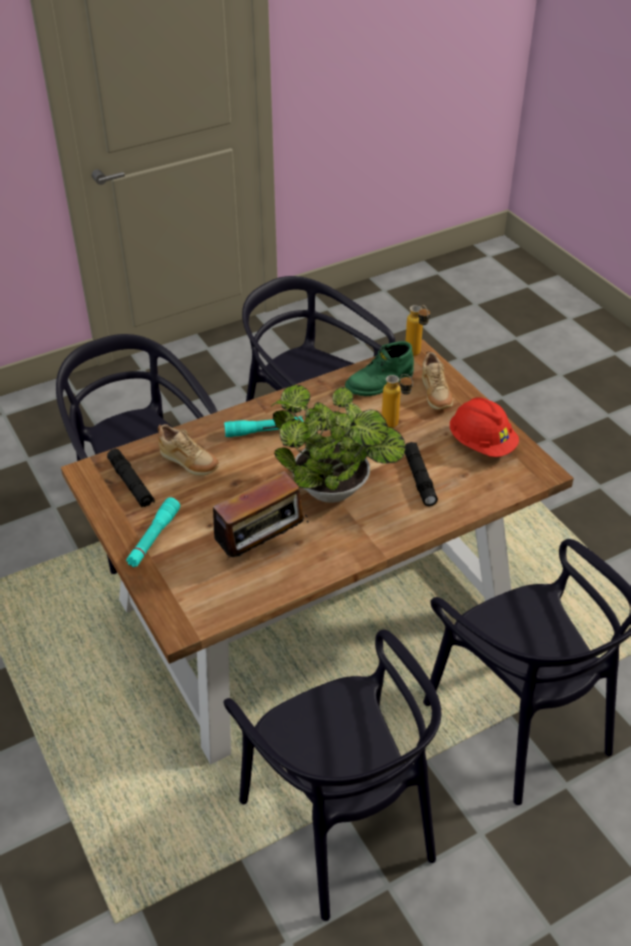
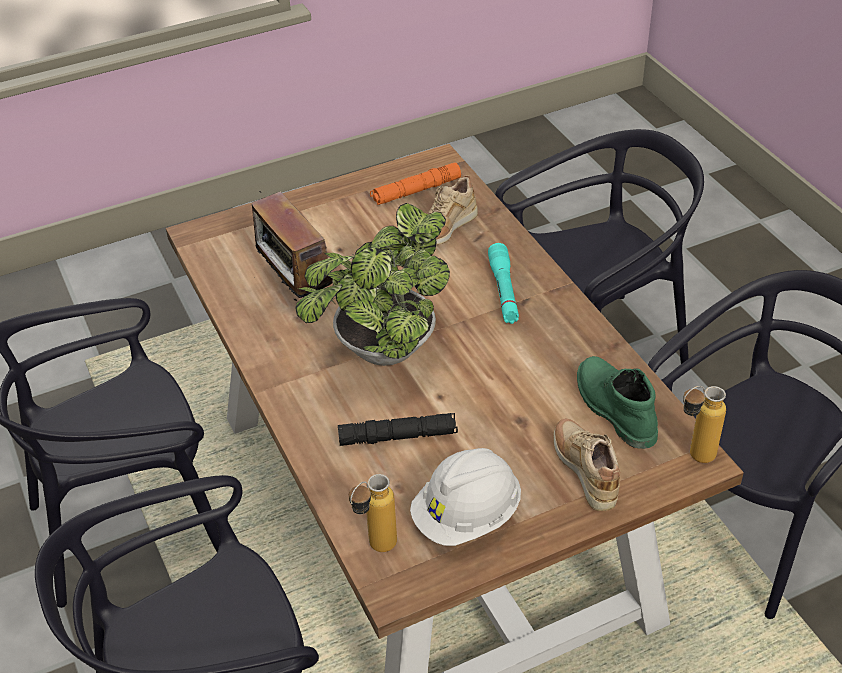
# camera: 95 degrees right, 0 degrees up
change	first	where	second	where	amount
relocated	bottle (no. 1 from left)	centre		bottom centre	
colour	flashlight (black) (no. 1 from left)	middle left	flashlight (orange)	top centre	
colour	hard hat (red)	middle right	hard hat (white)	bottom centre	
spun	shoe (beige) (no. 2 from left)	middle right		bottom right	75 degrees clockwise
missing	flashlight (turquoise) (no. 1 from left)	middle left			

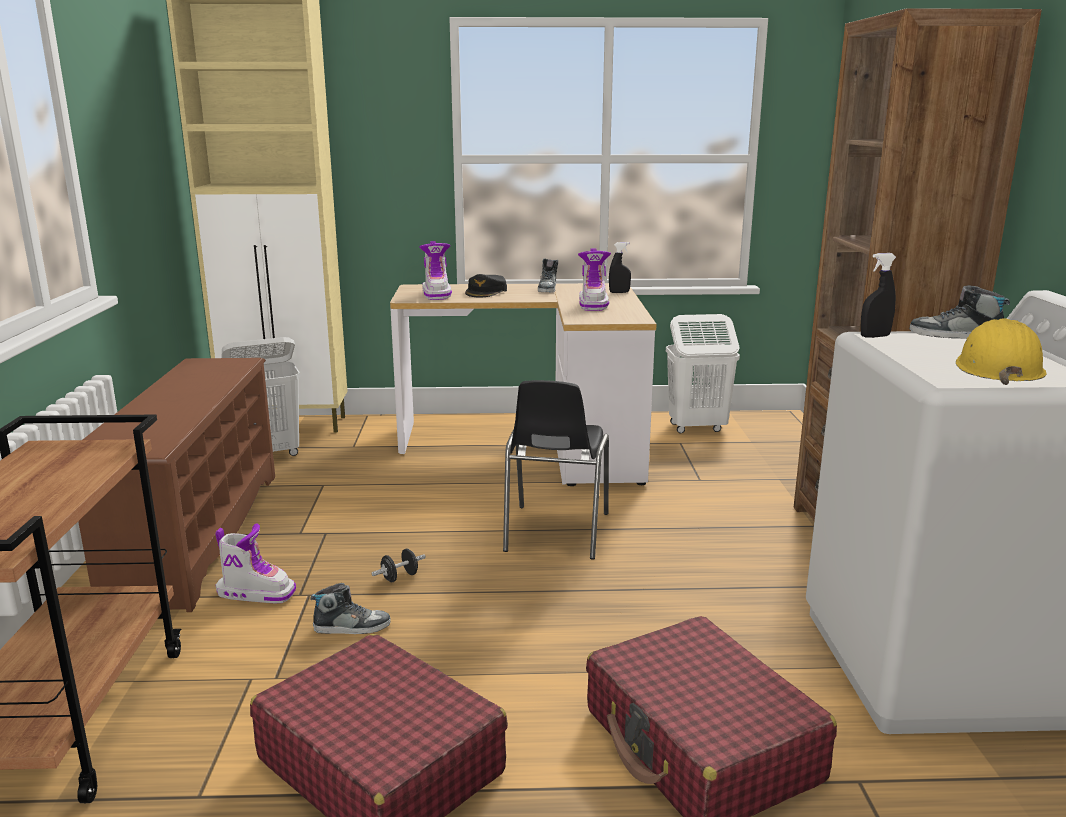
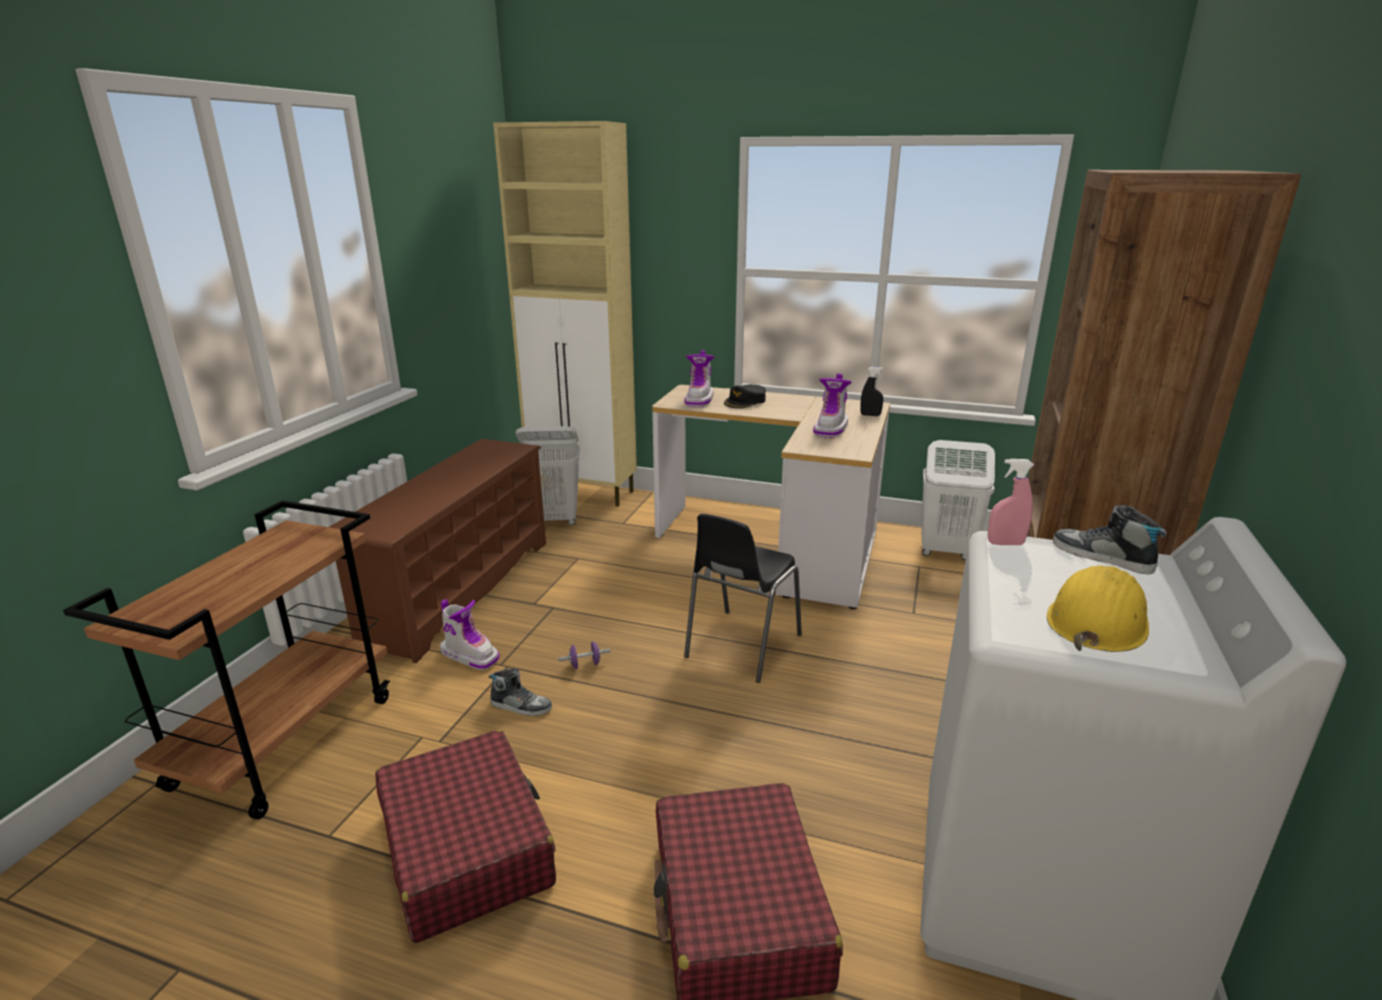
# camera: 20 degrees right, 5 degrees up
change	first	where	second	where	amount
colour	dumbbell (black)	bottom centre	dumbbell (purple)	centre	
colour	spray bottle (black) (no. 2 from left)	middle right	spray bottle (pink)	middle right	
missing	shoe (no. 2 from left)	centre			

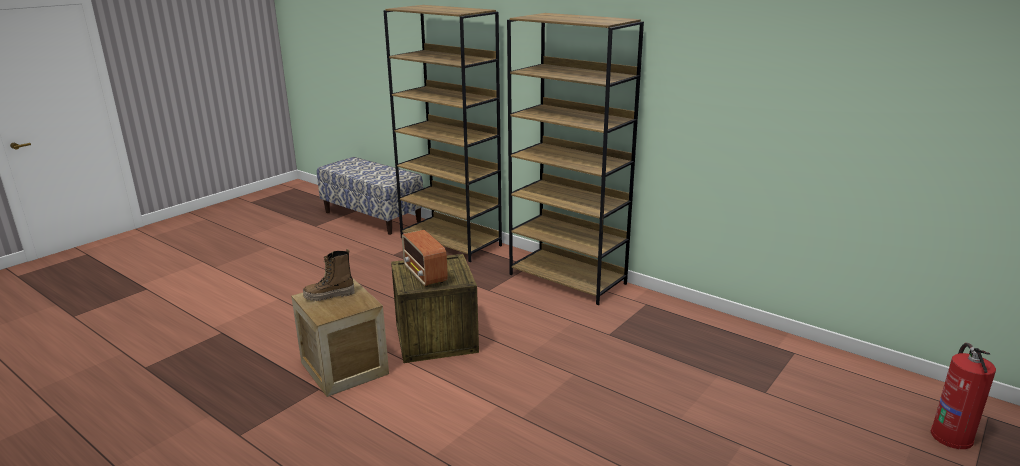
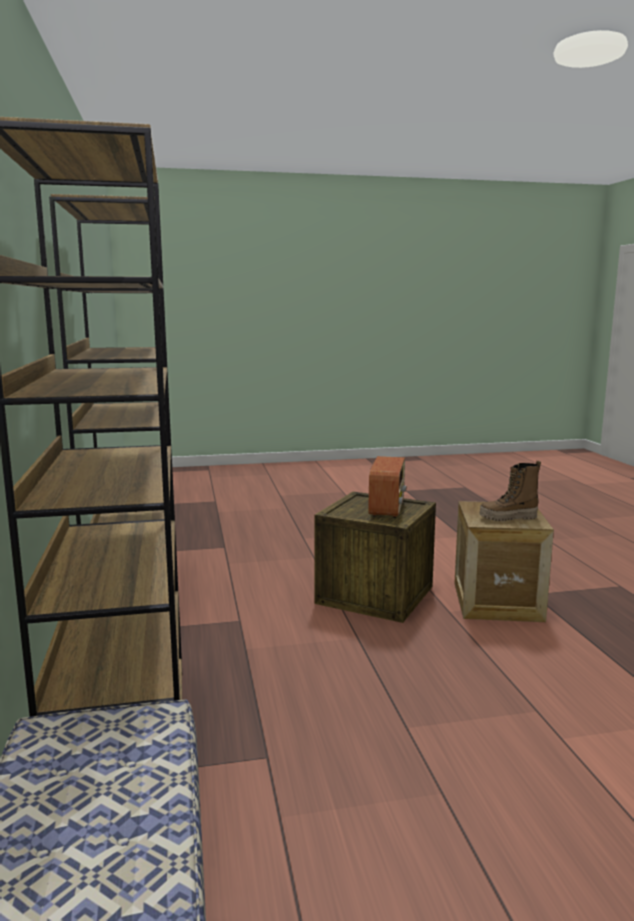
# camera: 140 degrees left, 10 degrees down
change	first	where	second	where	amount
spun	boot	middle left		middle right	150 degrees clockwise
missing	fire extinguisher	bottom right			

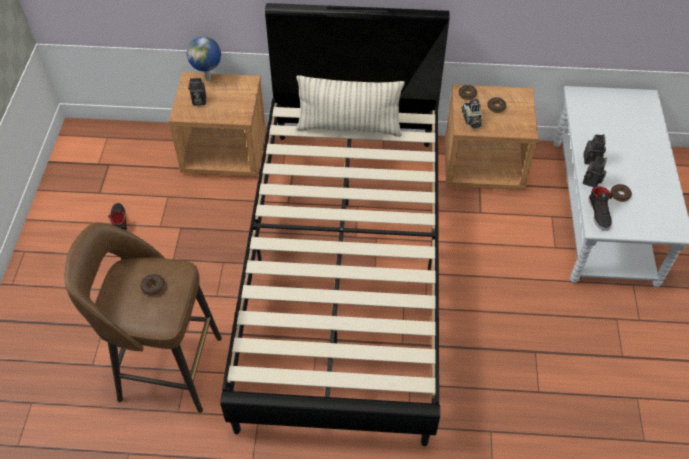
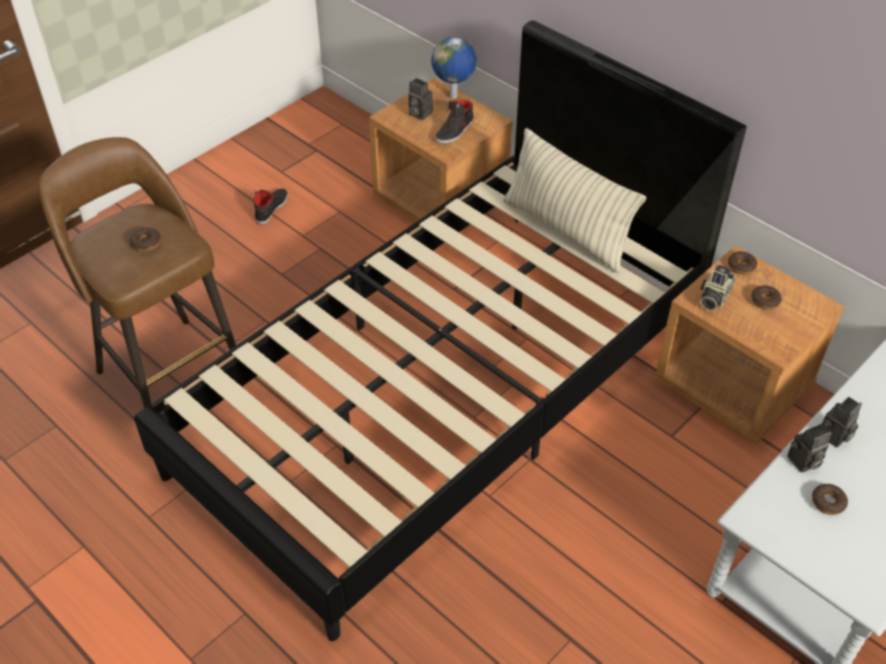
# camera: 40 degrees right, 5 degrees down
change	first	where	second	where	amount
relocated	shoe (black) (no. 2 from left)	middle right		top centre	

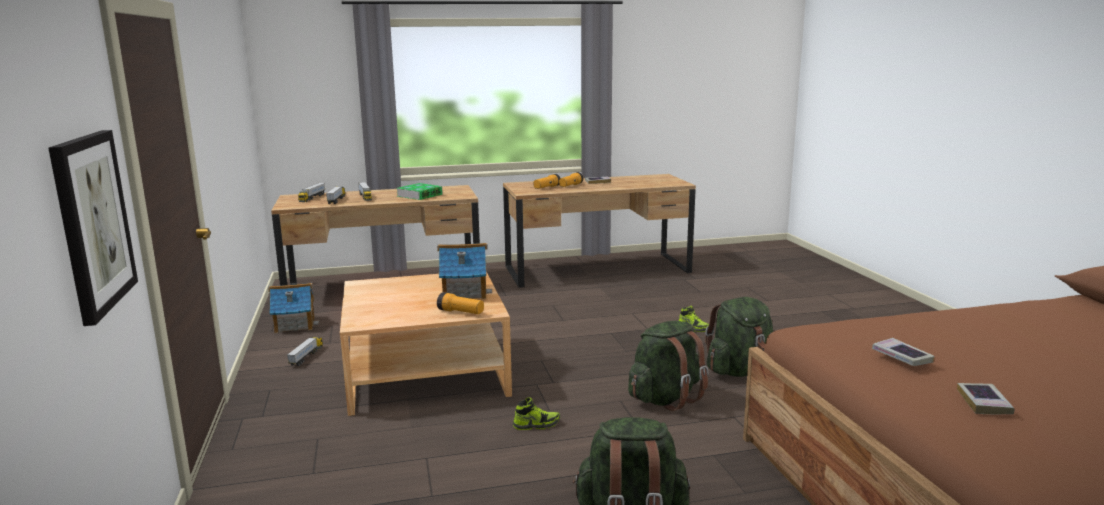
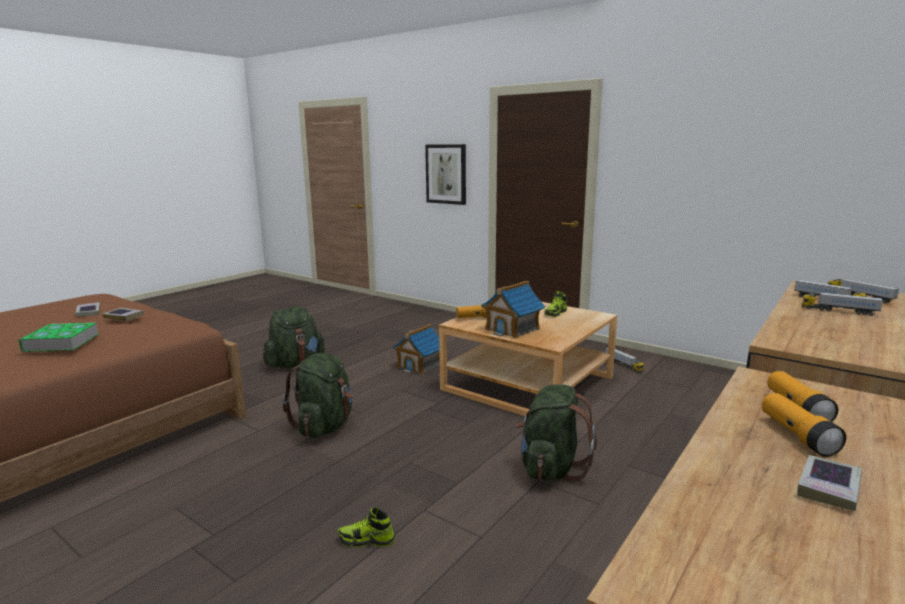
# camera: 140 degrees right, 0 degrees up
change	first	where	second	where	amount
relocated	book (no. 1 from left)	centre		middle left	
relocated	toy house (no. 1 from left)	middle left		centre	
relocated	backpack (green) (no. 3 from left)	bottom right		bottom centre	
relocated	shoe (no. 1 from left in the first image)	bottom centre	shoe (no. 2 from left)	centre	

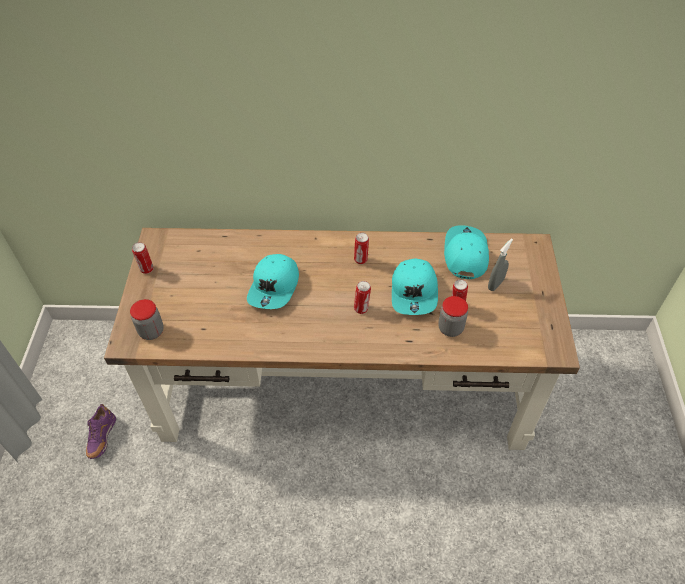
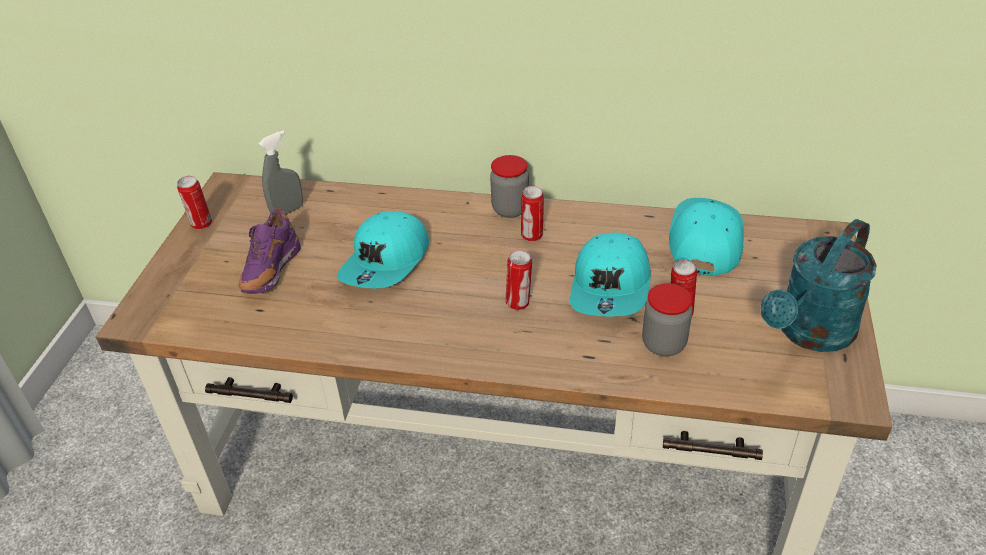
# camera: 10 degrees right, 10 degrees down
change	first	where	second	where	amount
relocated	shoe (purple)	bottom left		middle left	
relocated	spray bottle (grey)	middle right		top left	
relocated	jar (no. 1 from left)	middle left		centre	
appeared			watering can (turquoise)	middle right	

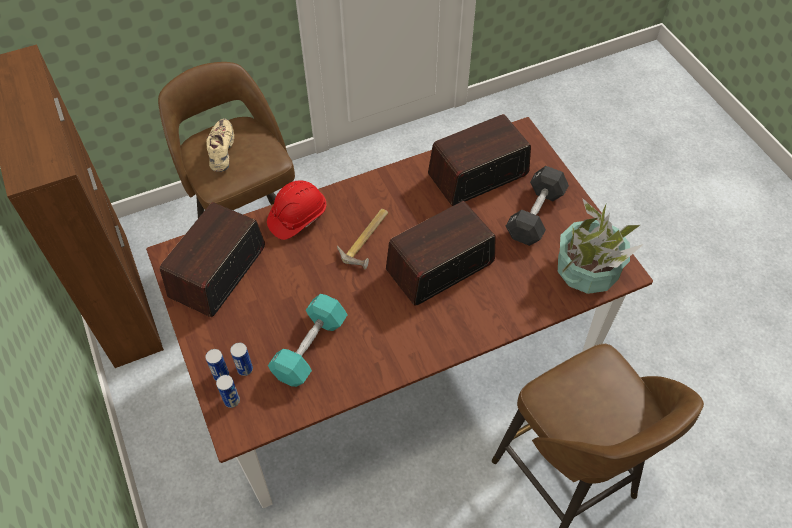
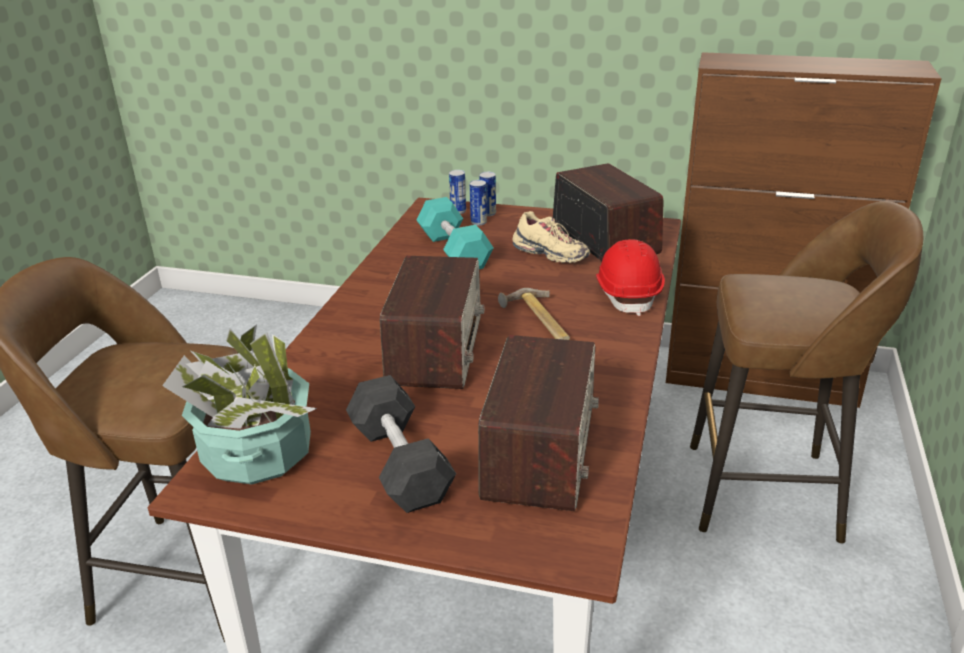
# camera: 130 degrees right, 25 degrees down
change	first	where	second	where	amount
relocated	shoe (beige)	top left		centre	

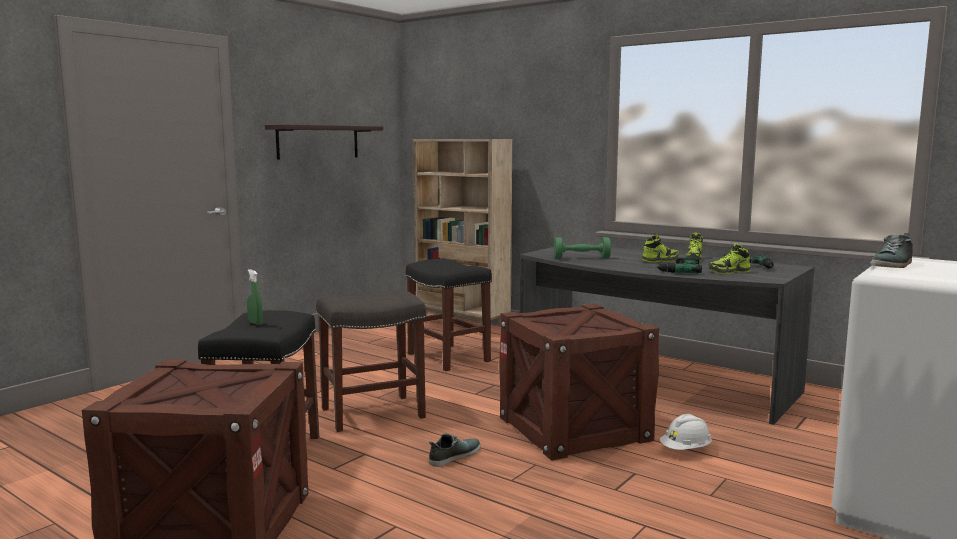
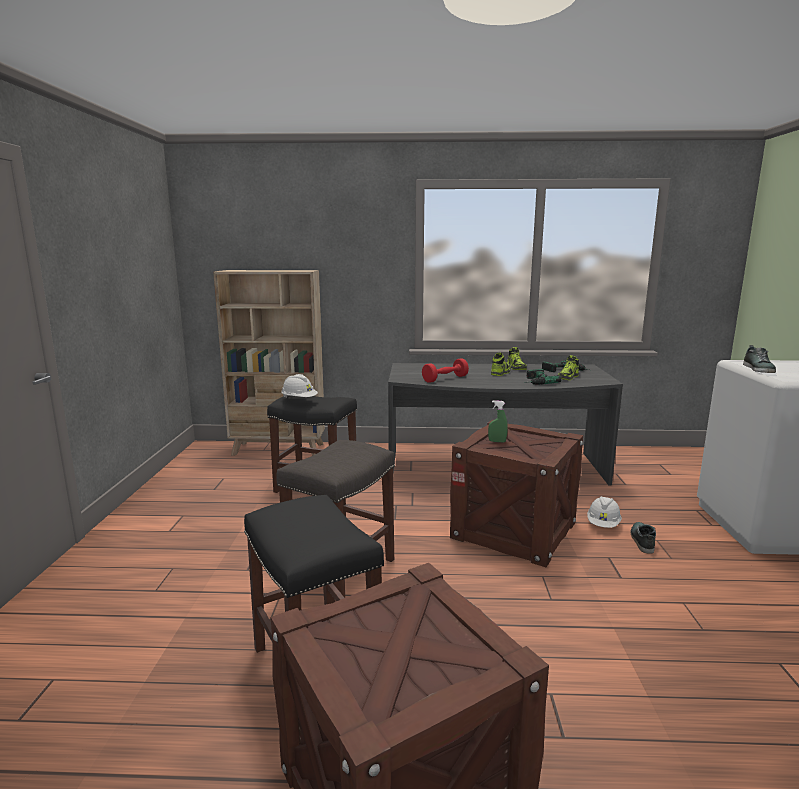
# camera: 35 degrees left, 5 degrees up
change	first	where	second	where	amount
appeared			hard hat (white) (no. 1 from left)	centre	
colour	dumbbell (green)	centre	dumbbell (red)	centre	
relocated	spray bottle (green)	middle left		centre	
relocated	shoe (no. 1 from left in the first image)	bottom centre	shoe (no. 4 from left)	bottom right	
missing	shelf	top centre			

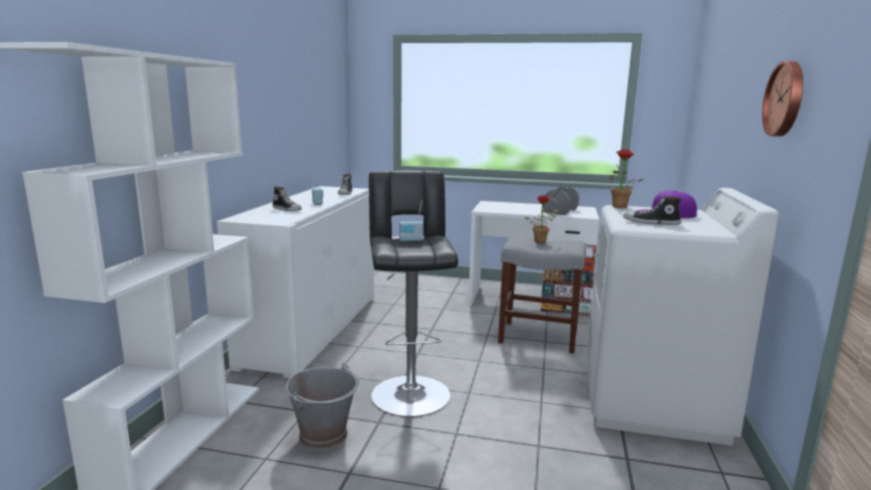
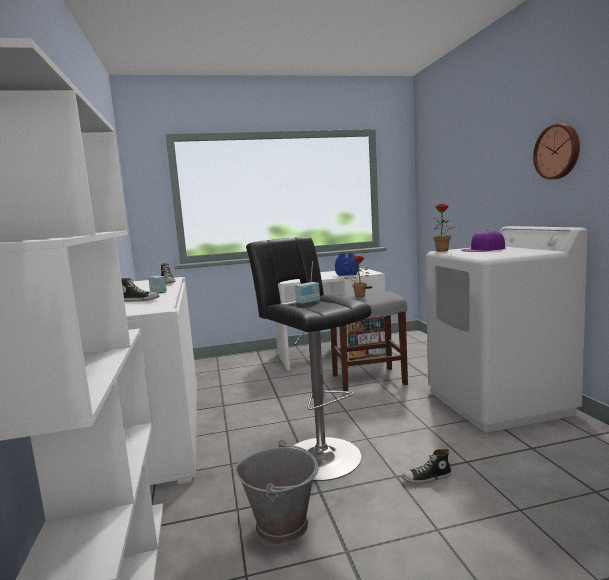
# camera: 25 degrees left, 5 degrees down
change	first	where	second	where	amount
colour	dumbbell (grey)	centre	dumbbell (blue)	centre	
relocated	shoe (no. 3 from left)	middle right		bottom right	

